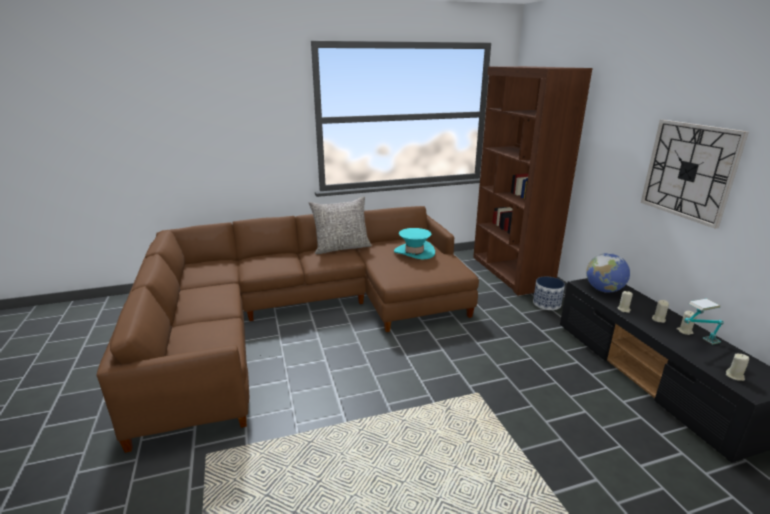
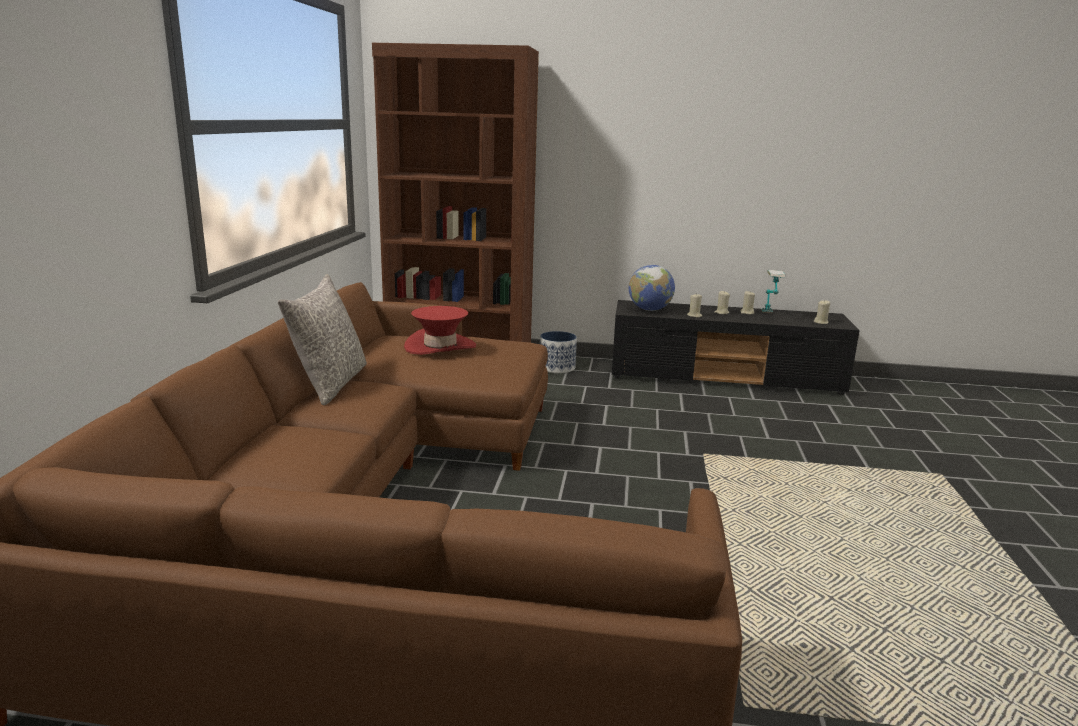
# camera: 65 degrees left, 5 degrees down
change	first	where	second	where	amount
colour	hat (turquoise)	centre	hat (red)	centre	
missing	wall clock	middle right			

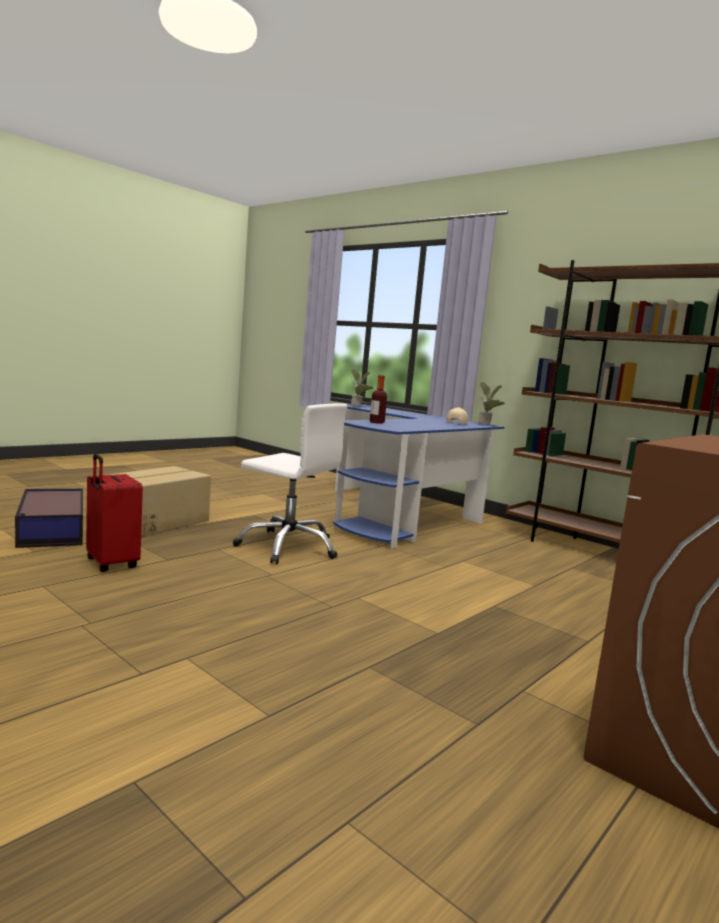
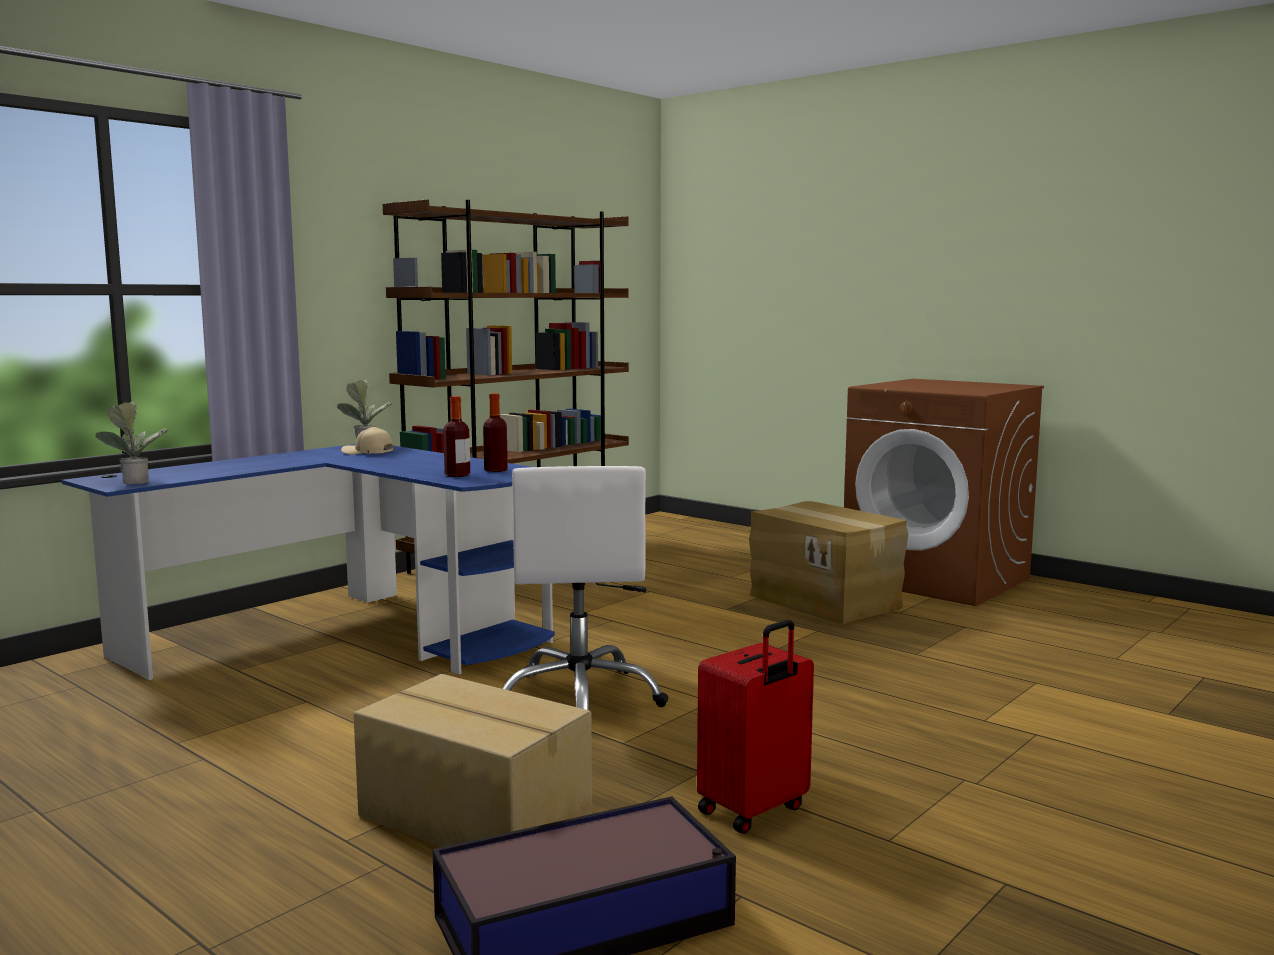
# camera: 90 degrees left, 0 degrees up
change	first	where	second	where	amount
appeared			bottle (no. 2 from left)	centre	
spun	office chair (white)	centre		centre	150 degrees clockwise
appeared			cardboard box (no. 2 from left)	centre	

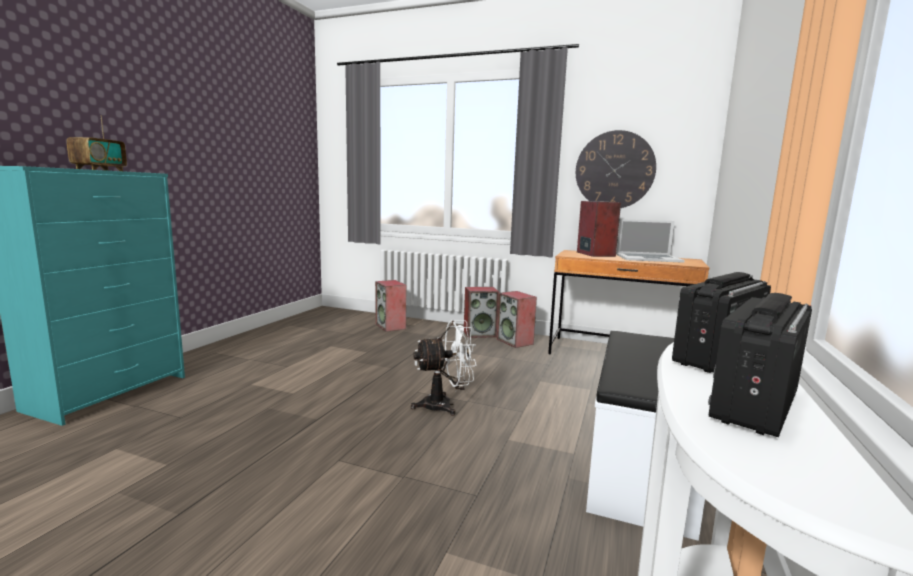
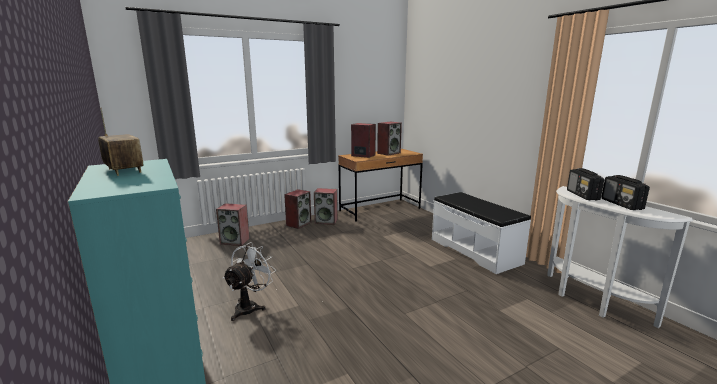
# camera: 50 degrees left, 5 degrees up
change	first	where	second	where	amount
relocated	fan (white)	centre		bottom centre	
exchanged	laptop	middle right	speaker (no. 5 from left)	centre	
missing	wall clock	top right			

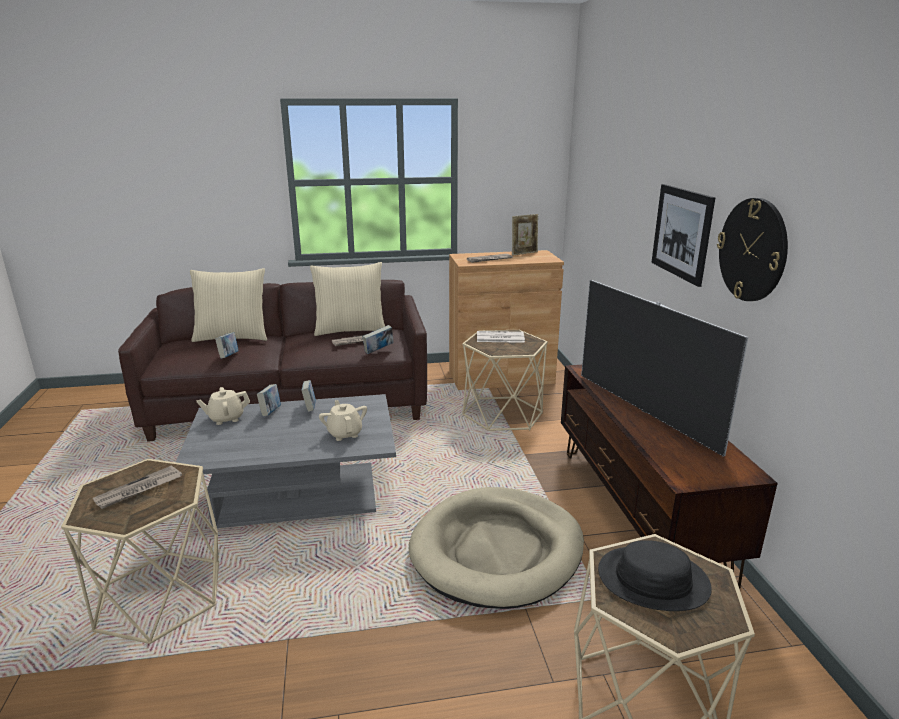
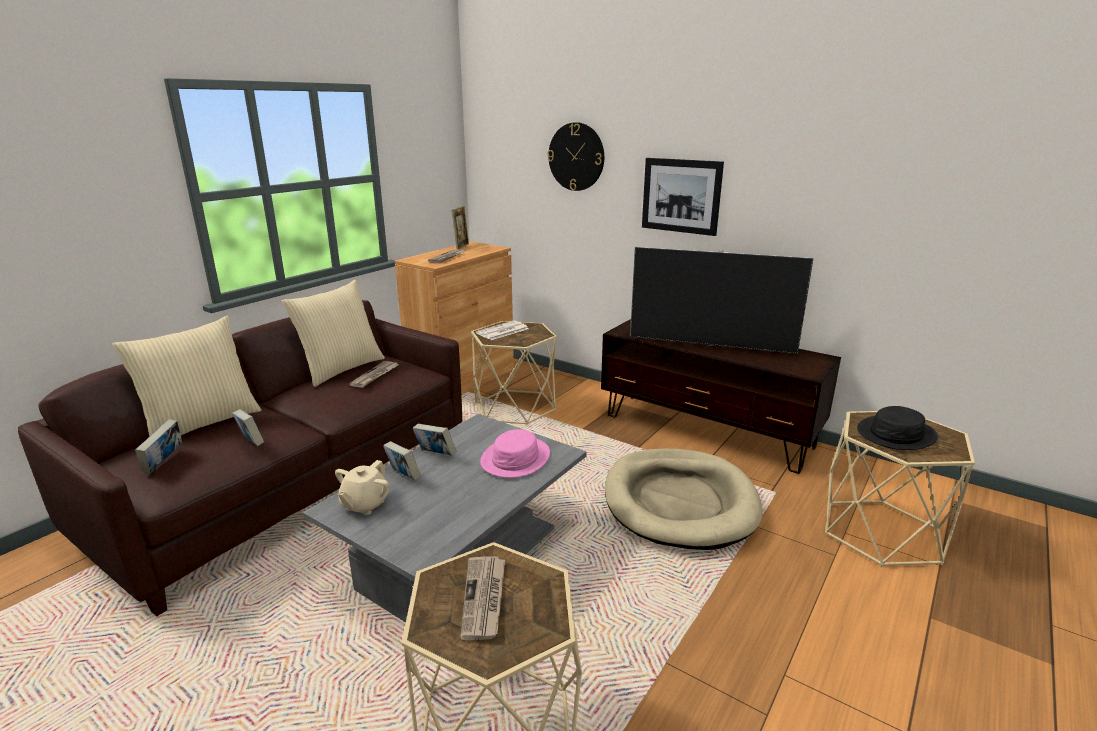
# camera: 45 degrees left, 0 degrees up
change	first	where	second	where	amount
relocated	book (no. 4 from left in the first image)	centre	book (no. 1 from left)	middle left	
exchanged	teapot (beige) (no. 2 from left)	centre	hat (pink)	centre	
relocated	wall clock	middle right		top centre	

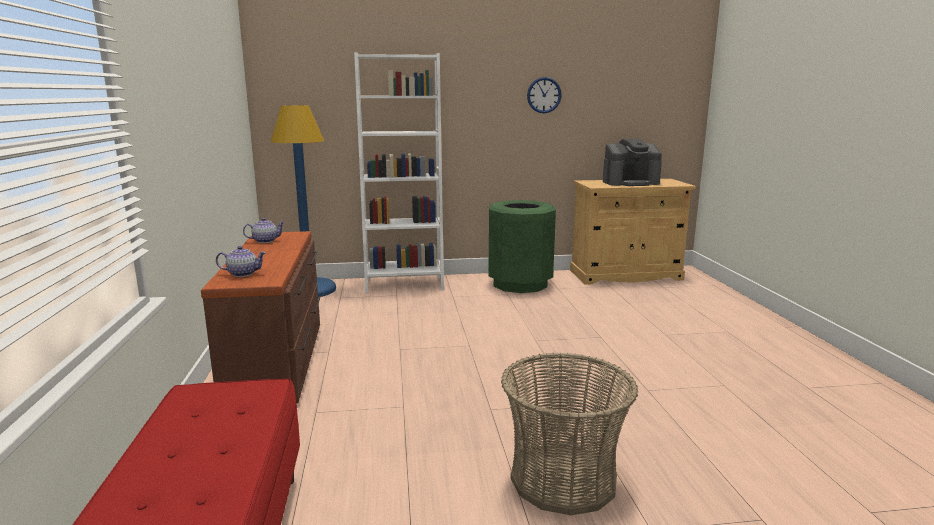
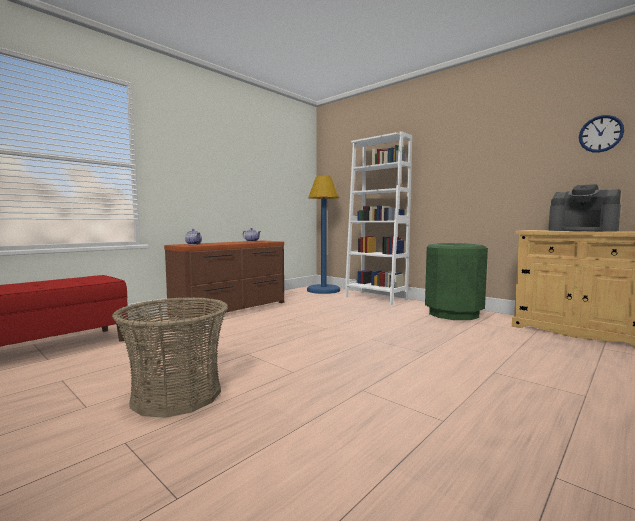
# camera: 50 degrees right, 10 degrees down
change	first	where	second	where	amount
relocated	wall clock	top centre		top right	

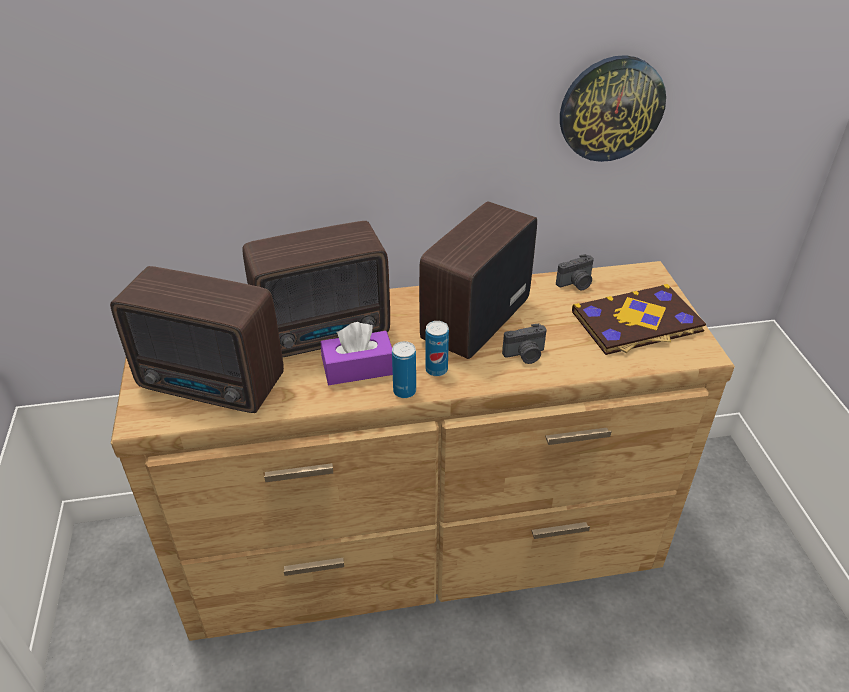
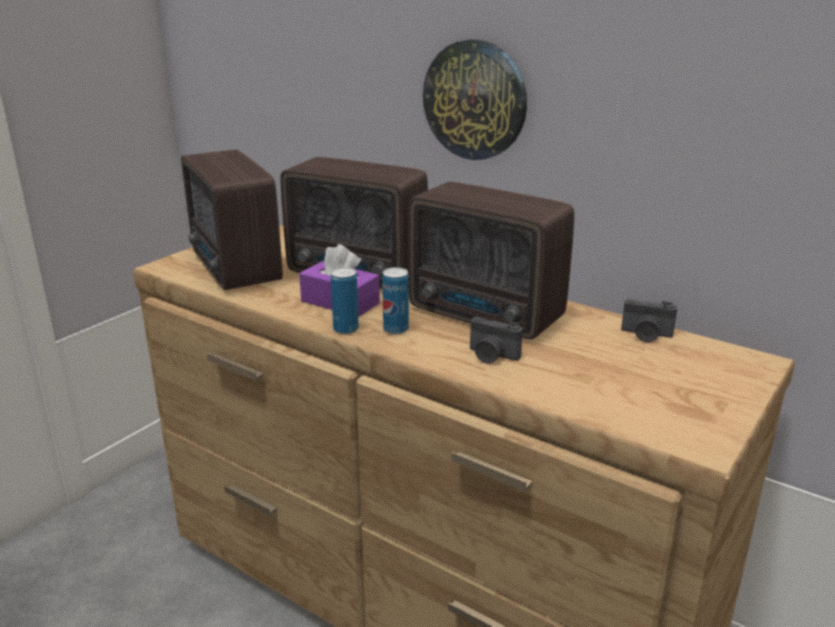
# camera: 45 degrees right, 15 degrees down
change	first	where	second	where	amount
spun	radio (no. 3 from left)	centre		centre	135 degrees counterclockwise
relocated	wall clock	top right		top centre	
missing	book	middle right			

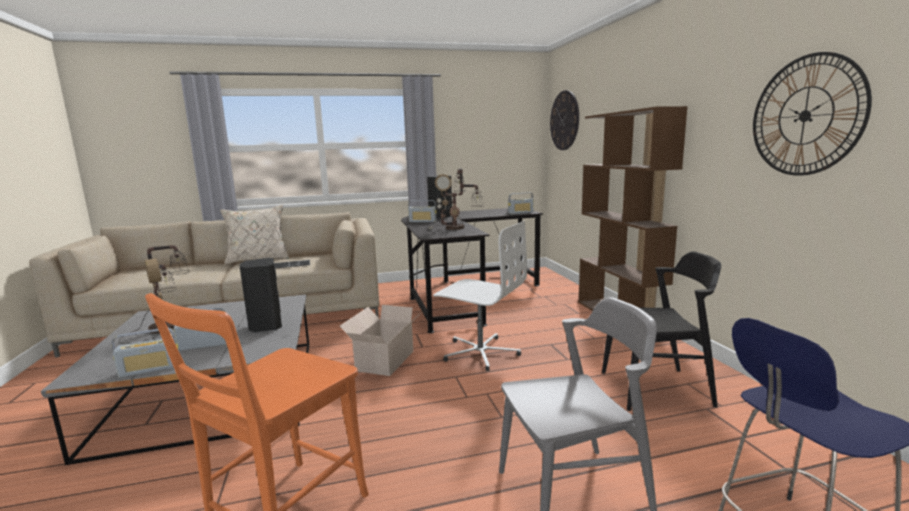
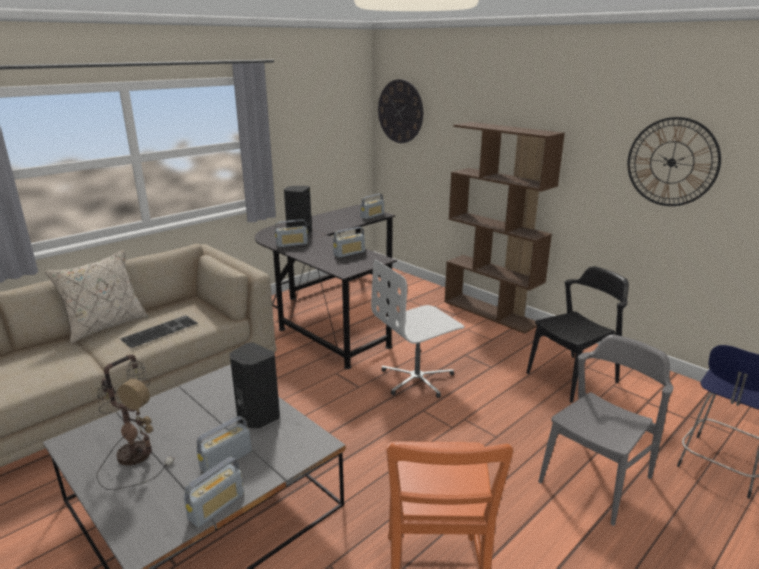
# camera: 30 degrees left, 10 degrees up
change	first	where	second	where	amount
exchanged	table lamp (no. 2 from left)	centre	radio (no. 4 from left)	centre	
spun	office chair (white)	centre		centre	150 degrees clockwise
missing	cardboard box	centre			

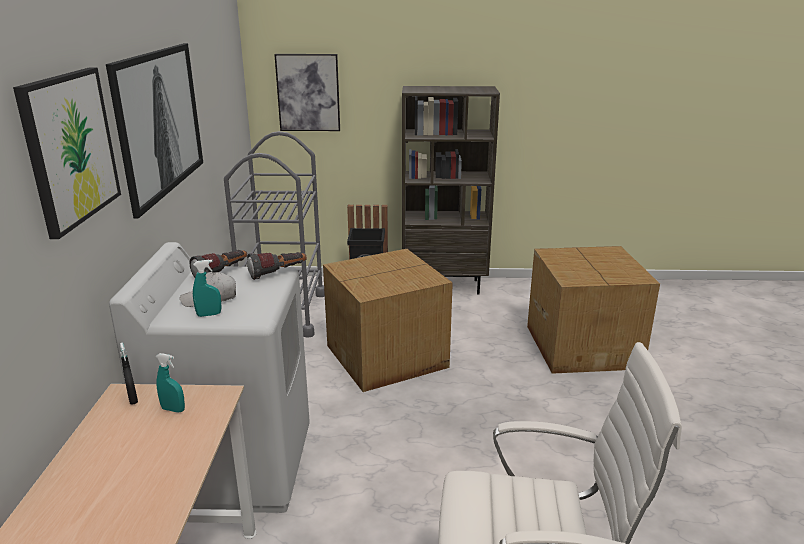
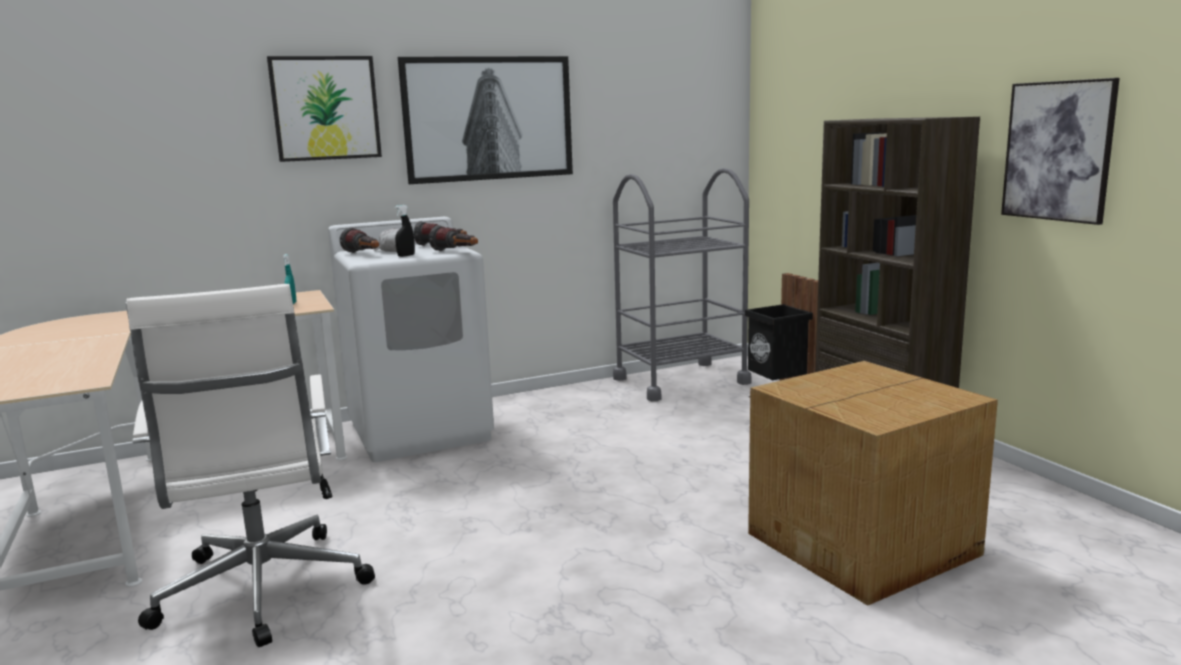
# camera: 65 degrees right, 10 degrees down
change	first	where	second	where	amount
exchanged	spray bottle (turquoise) (no. 2 from left)	middle left	flashlight (no. 1 from left)	middle left	
relocated	spray bottle (black)	bottom left		centre	
relocated	picture (no. 3 from left)	top centre		top right	
missing	cardboard box (no. 1 from left)	centre			

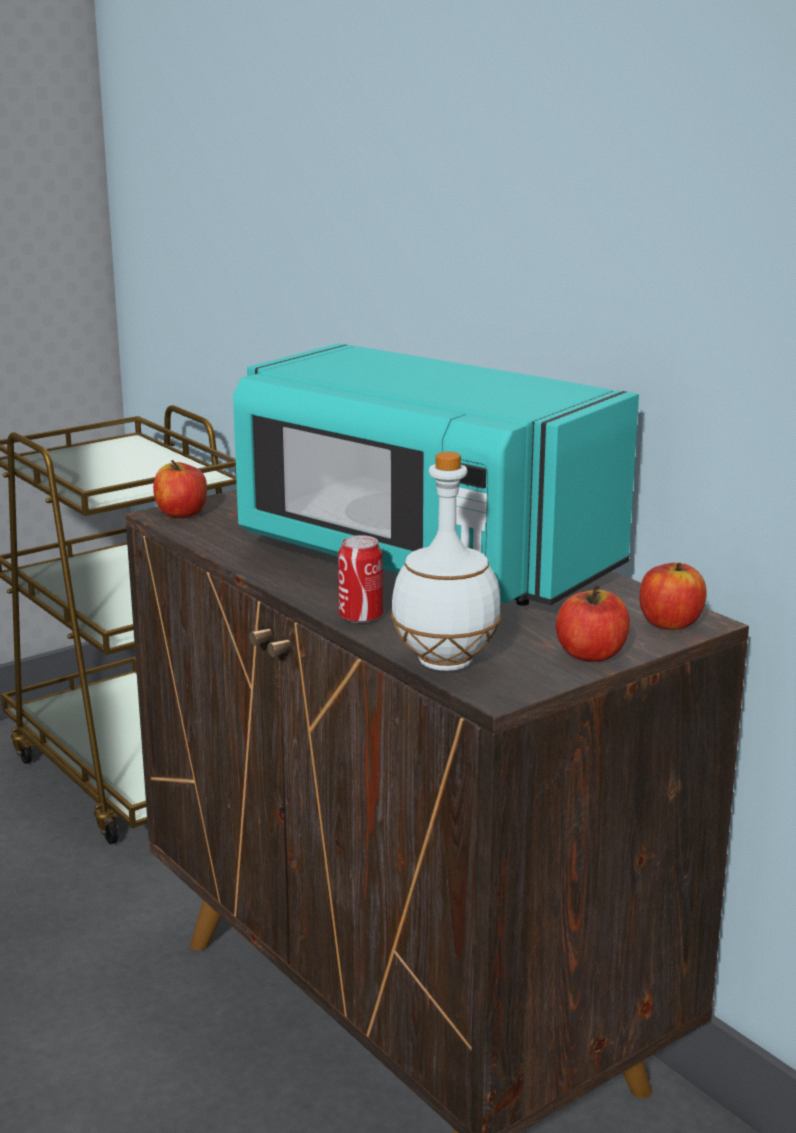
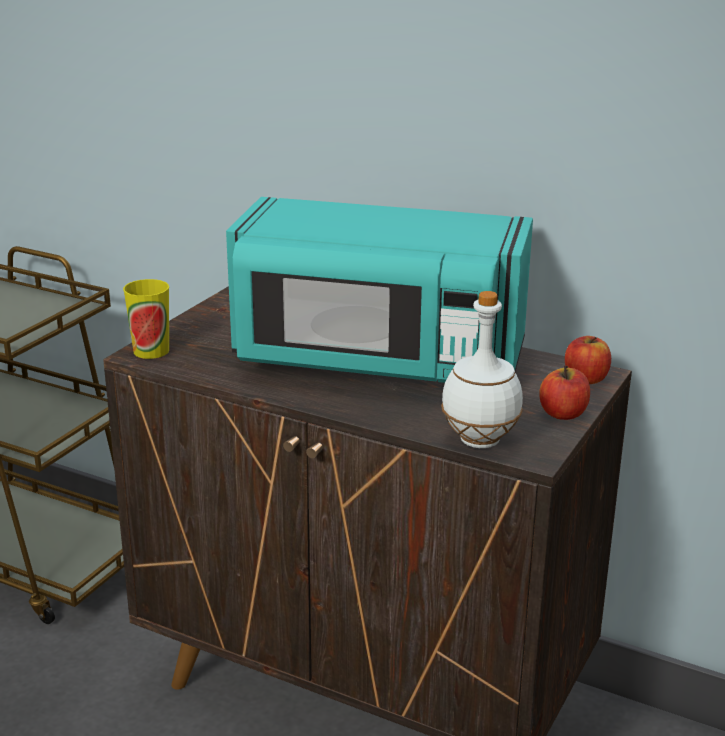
# camera: 25 degrees left, 5 degrees up
change	first	where	second	where	amount
exchanged	apple (no. 1 from left)	middle left	cup	middle left	
missing	can	centre			

